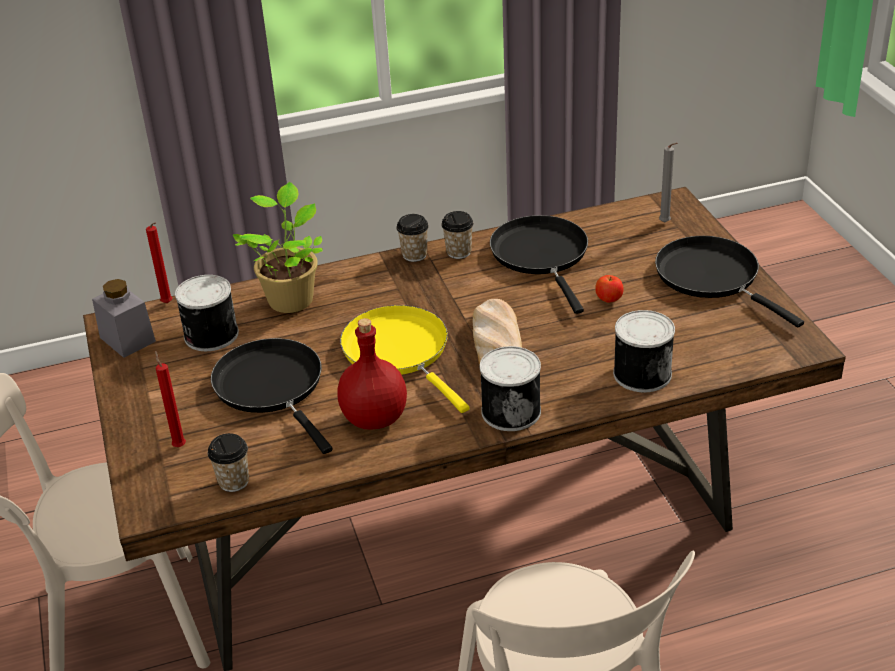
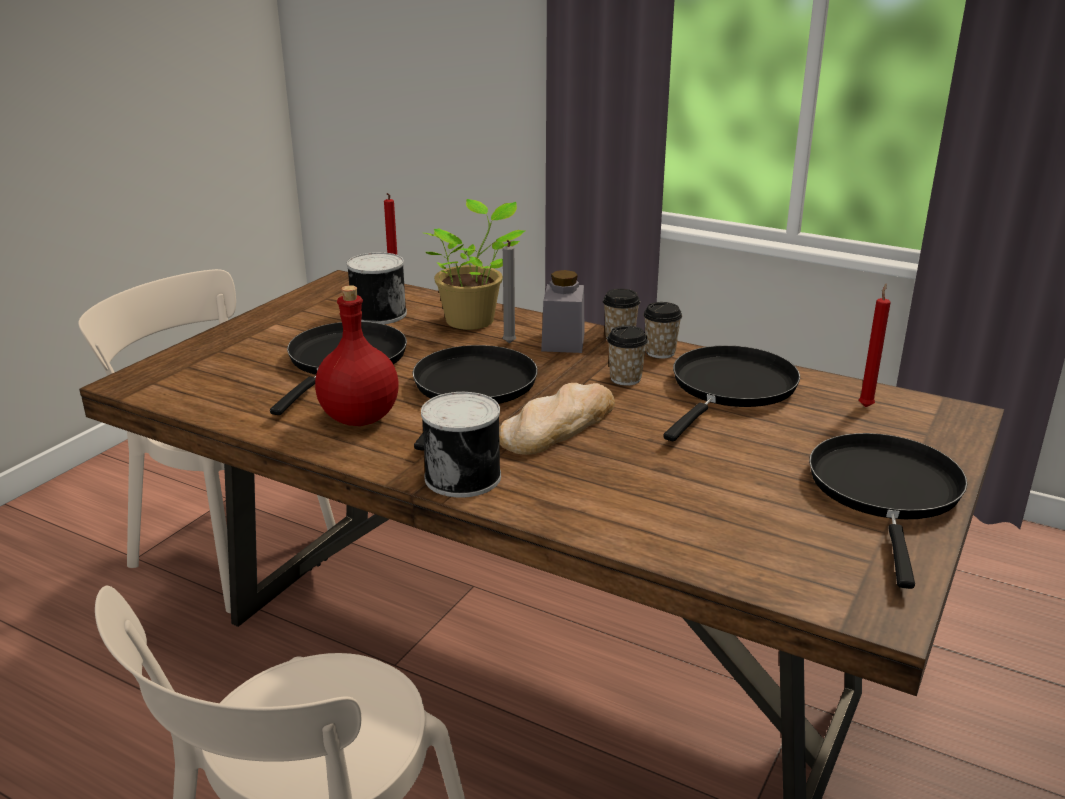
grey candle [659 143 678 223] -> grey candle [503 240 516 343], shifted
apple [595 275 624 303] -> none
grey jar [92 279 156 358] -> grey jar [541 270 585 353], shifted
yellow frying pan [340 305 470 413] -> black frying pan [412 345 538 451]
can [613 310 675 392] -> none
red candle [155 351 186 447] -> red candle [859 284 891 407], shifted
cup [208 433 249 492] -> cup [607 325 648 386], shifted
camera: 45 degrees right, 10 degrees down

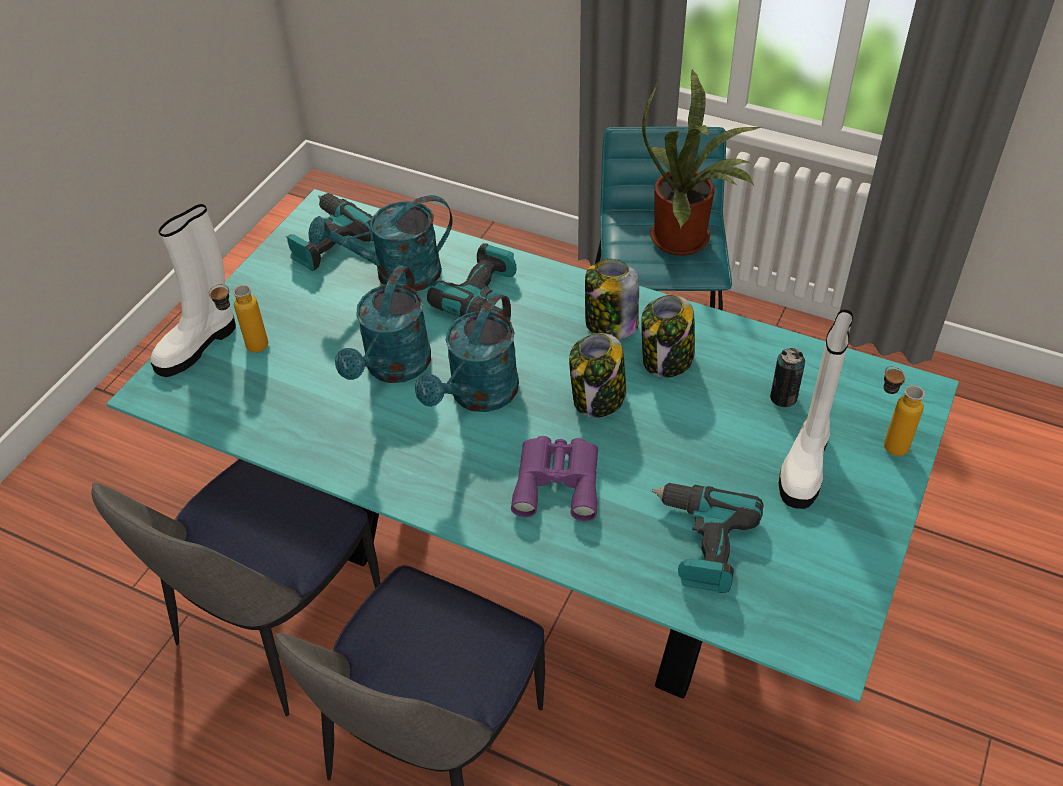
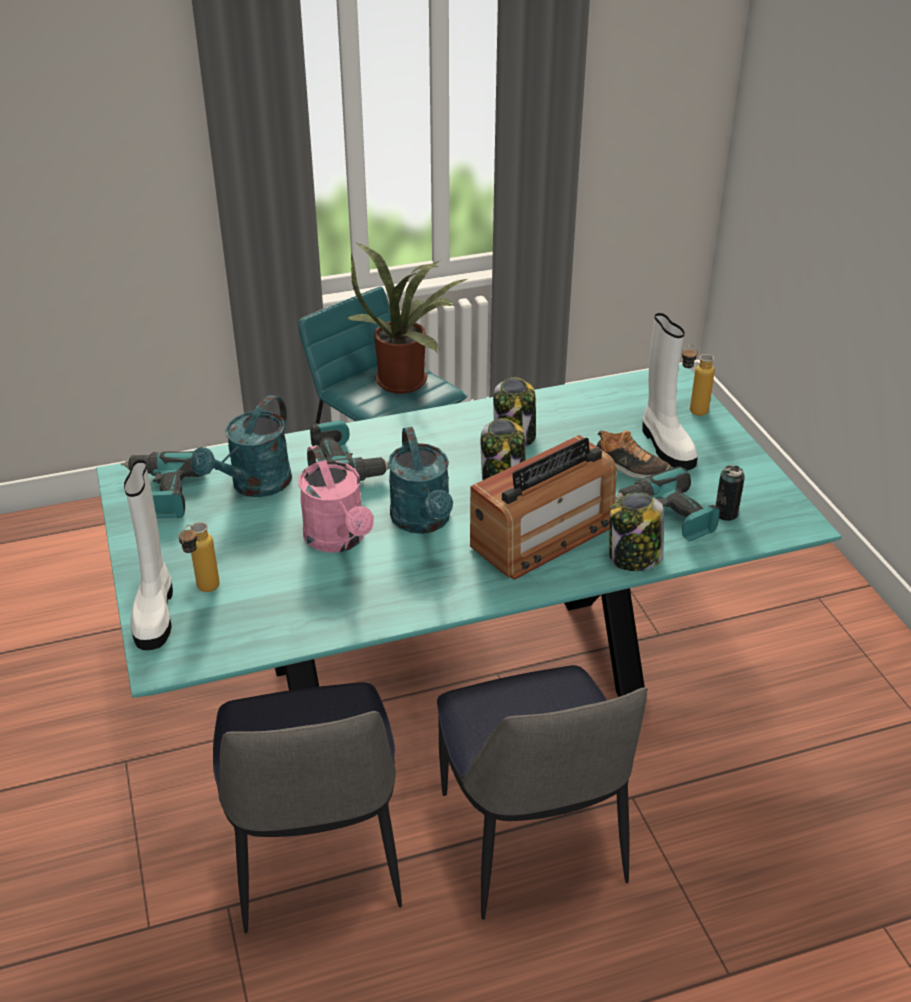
jar [585 259 639 339] -> jar [609 492 664 571], shifted
turquoise watering can [335 265 431 383] -> pink watering can [298 445 374 553]
can [770 348 805 407] -> can [716 465 745 521], shifted
purple binoculars [511 436 598 521] -> radio [470 435 617 580]
none -> shoe [596 430 671 479]
camera: 45 degrees left, 10 degrees down

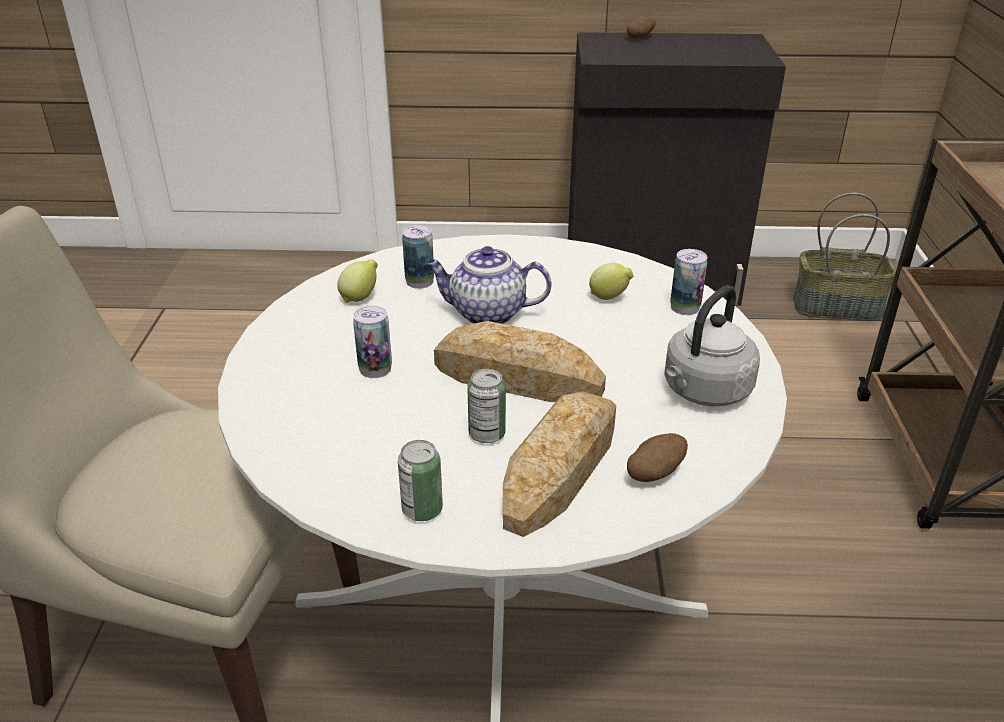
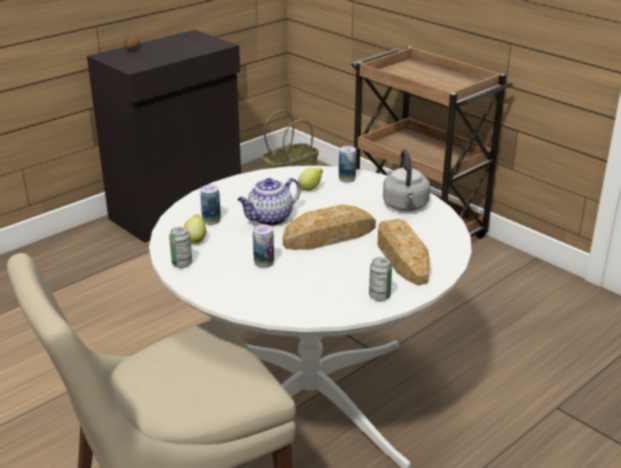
can [467 369 506 443] -> can [169 227 192 268], shifted
potato [627 433 688 482] -> none
camera: 45 degrees left, 5 degrees down

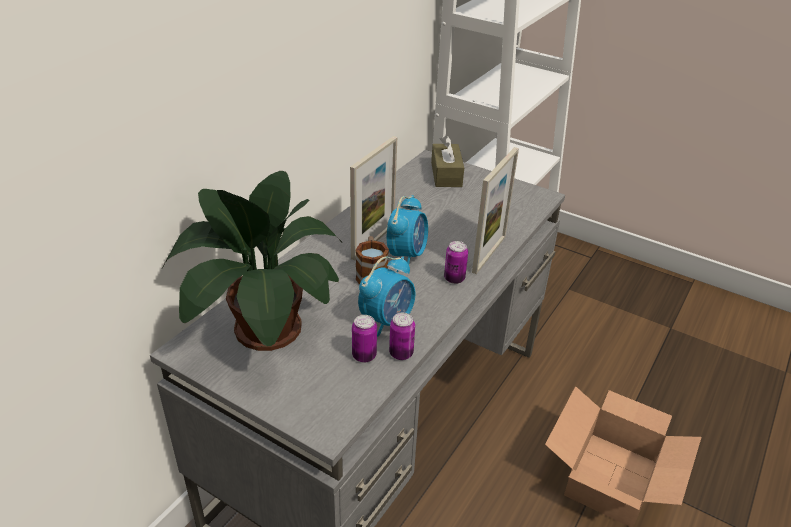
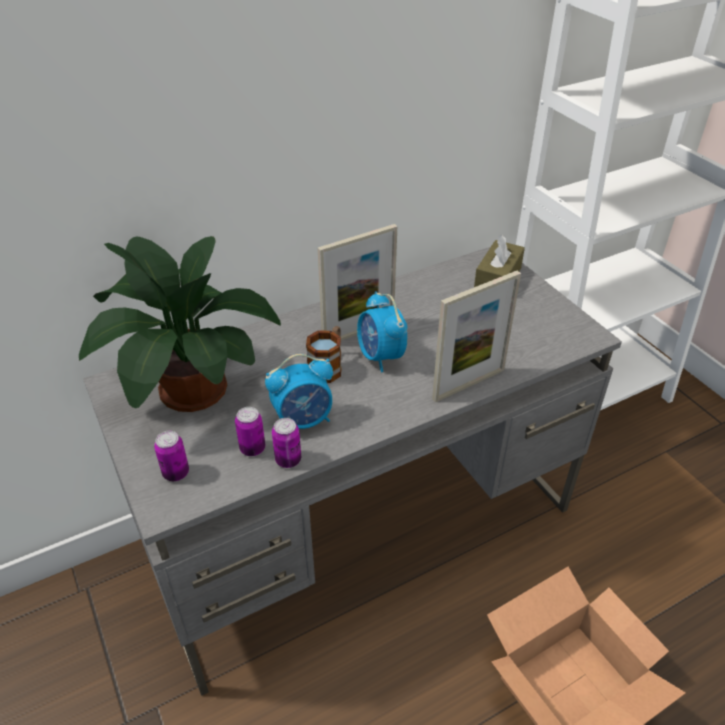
alarm clock [387 195 428 264] -> alarm clock [357 291 407 372], 105 degrees clockwise
can [444 241 468 284] -> can [154 431 189 481], shifted
camera: 30 degrees right, 5 degrees up

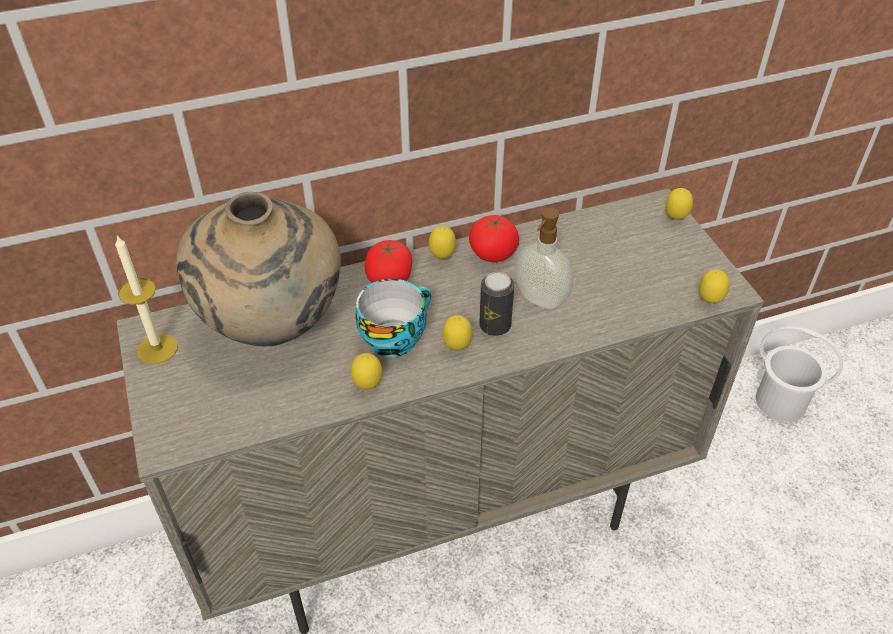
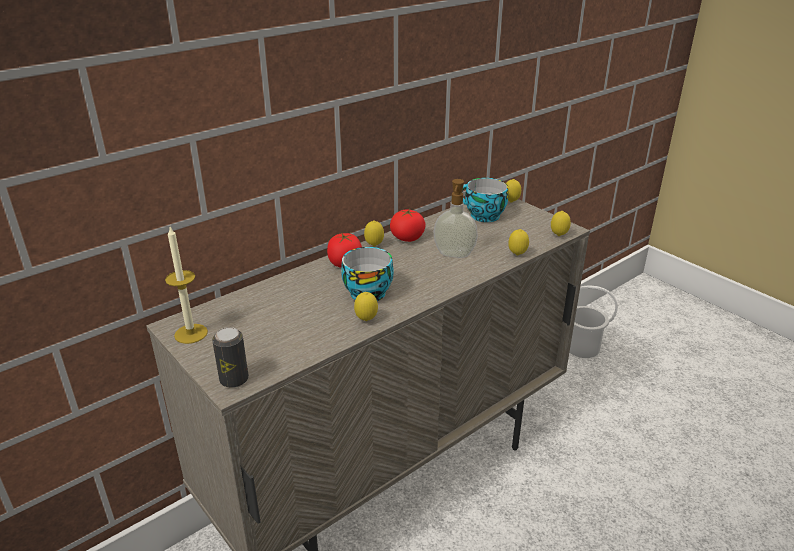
beige vase [176 192 341 346] -> none
can [479 272 514 336] -> can [212 327 249 388], shifted
lemon [442 315 472 350] -> lemon [508 229 529 255], shifted
none -> cup [462 178 508 222]
camera: 20 degrees left, 15 degrees down

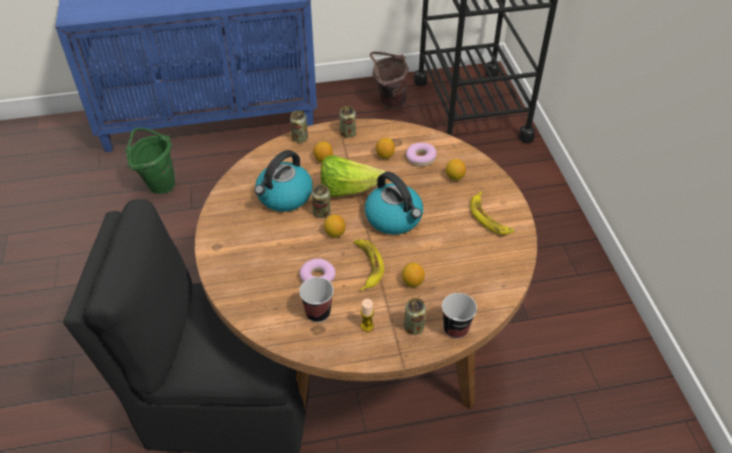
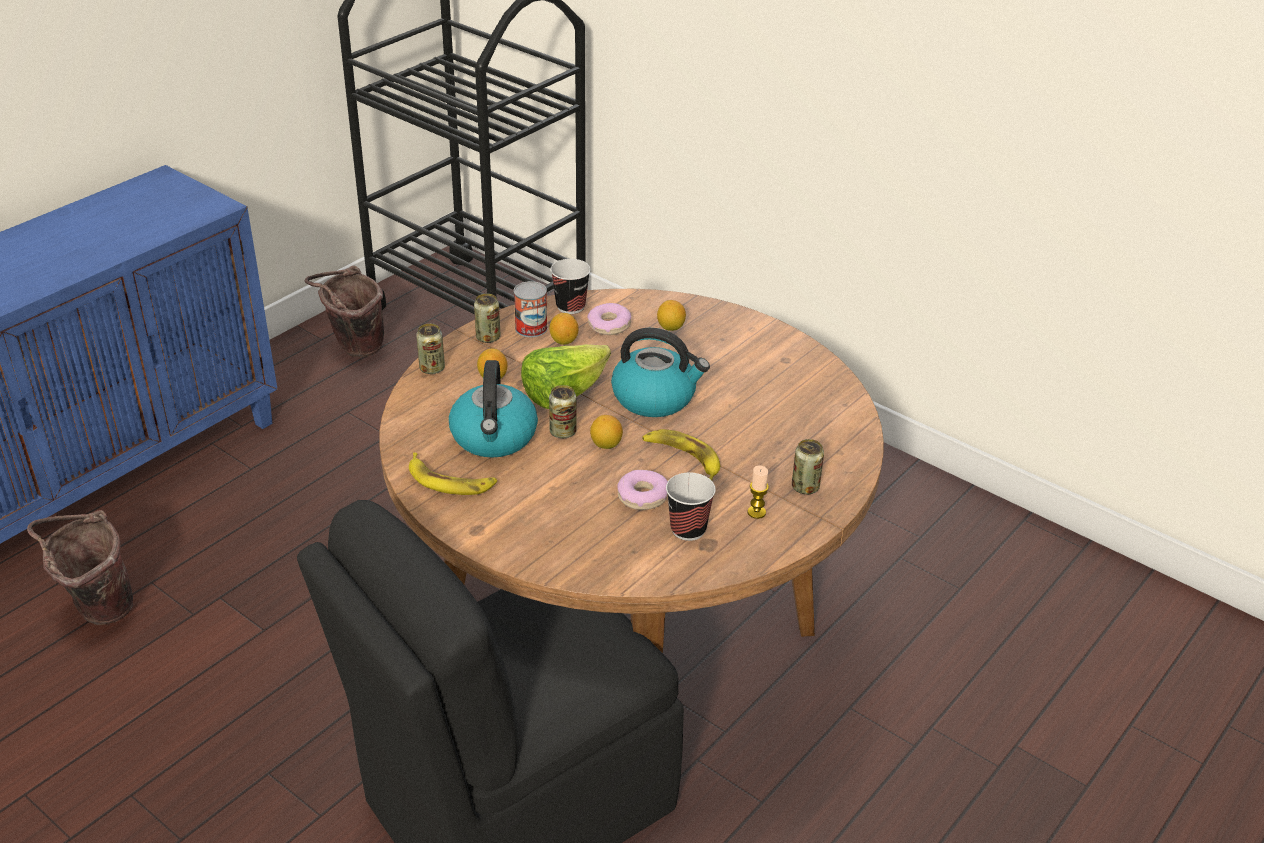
green bucket [125 127 175 194] -> brown bucket [27 510 133 625]
banana [470 191 514 235] -> banana [409 453 497 495], shifted
lemon [402 263 425 287] -> none
cup [442 293 477 339] -> cup [550 259 591 314], shifted
none -> can [514 281 548 337]
camera: 40 degrees left, 10 degrees down

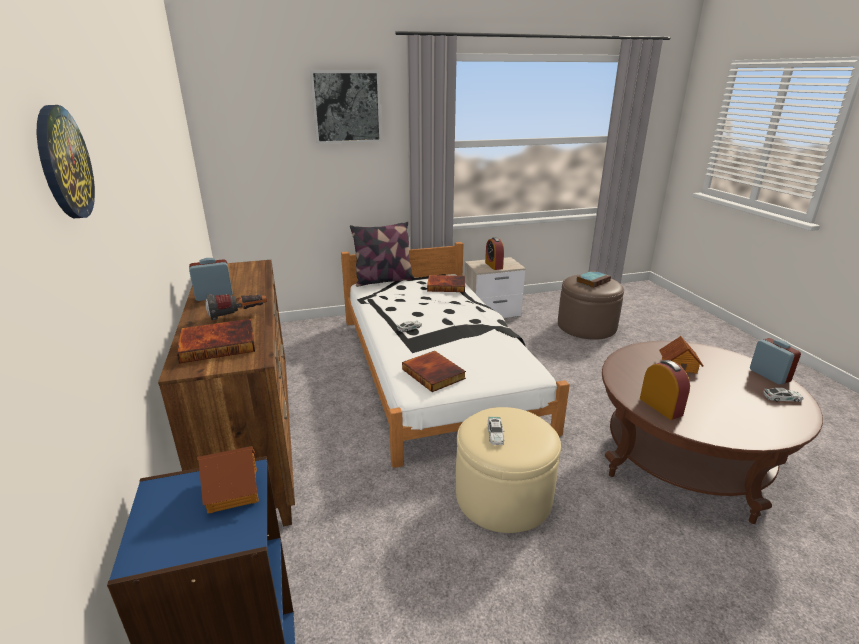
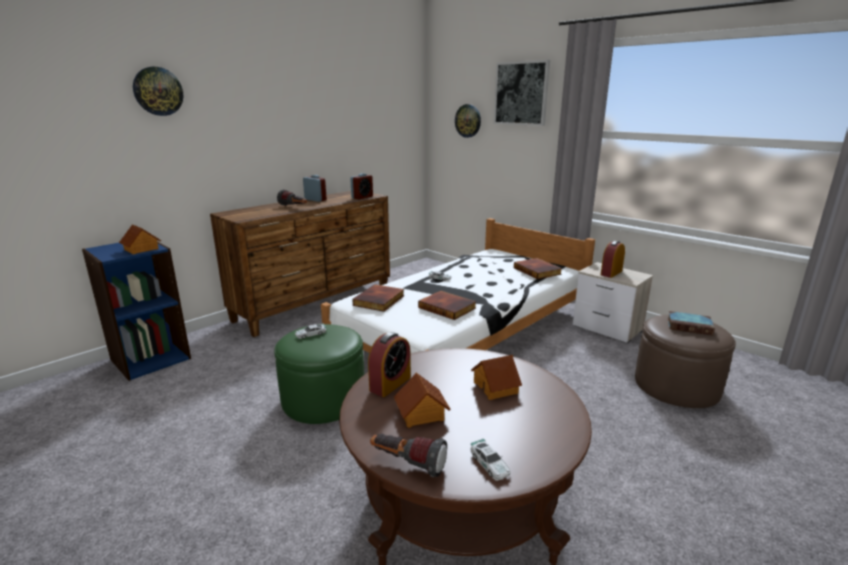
pillow [350 222 415 287] -> none
book [177 319 255 363] -> book [418 291 476 320], shifted
alarm clock [750 338 801 385] -> alarm clock [350 173 373 199], shifted
beige ottoman [456 407 561 533] -> green ottoman [274 324 364 424]
none -> wall clock [455 104 481 138]
none -> toy house [394 373 450 428]
none -> flashlight [370 434 447 477]
camera: 60 degrees right, 5 degrees down

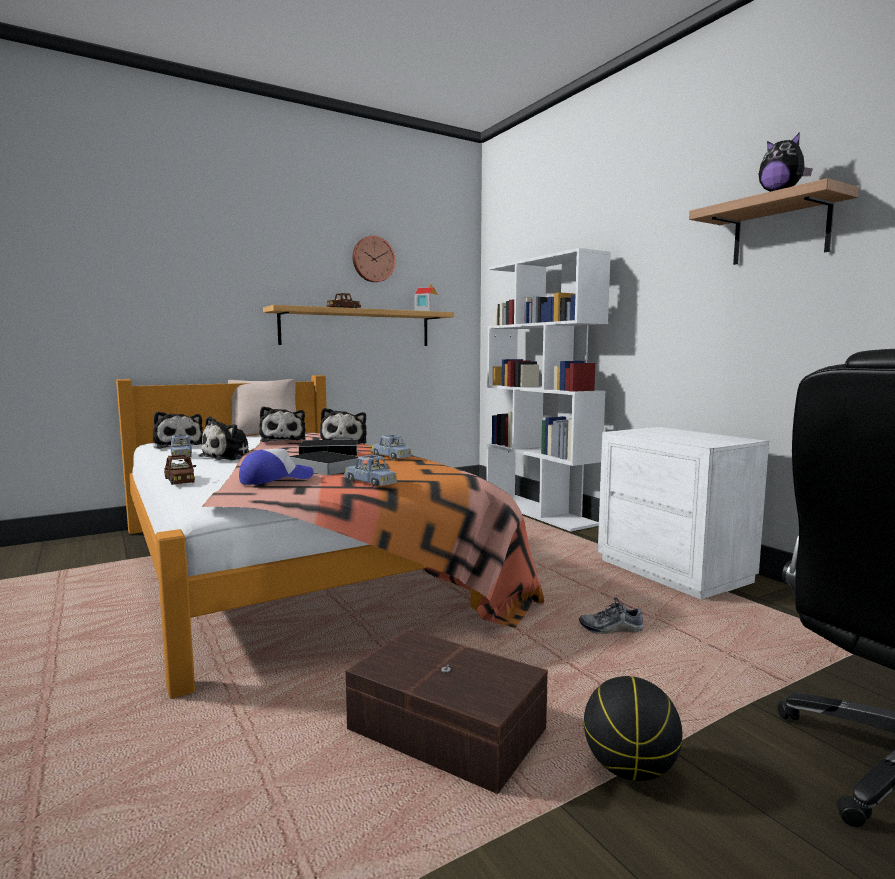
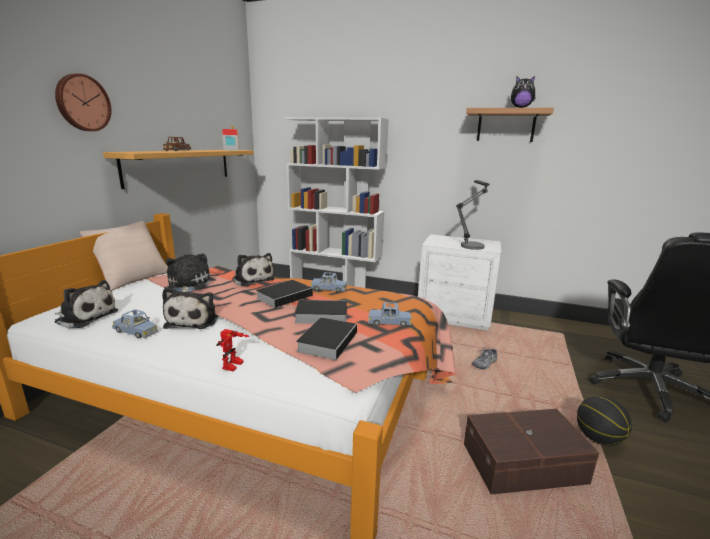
wall clock [353 236 395 282] -> wall clock [55 73 112 131], shifted
plush toy [259 406 305 442] -> plush toy [166 253 210 292], 135 degrees counterclockwise
cap [239 449 313 485] -> book [296 317 357 360]
brown toy car [164 454 196 485] -> toy robot [216 329 250 371]
none -> table lamp [456 180 489 250]
camera: 40 degrees left, 10 degrees up

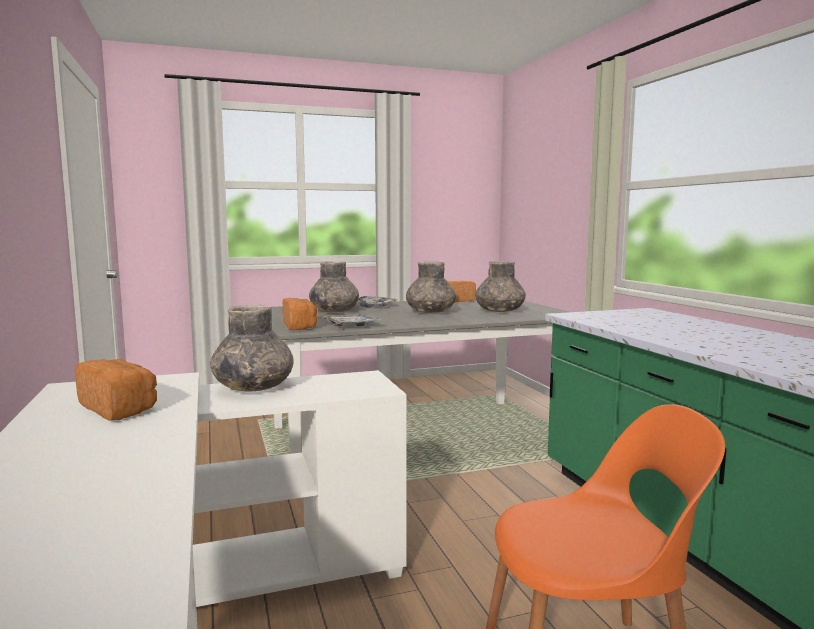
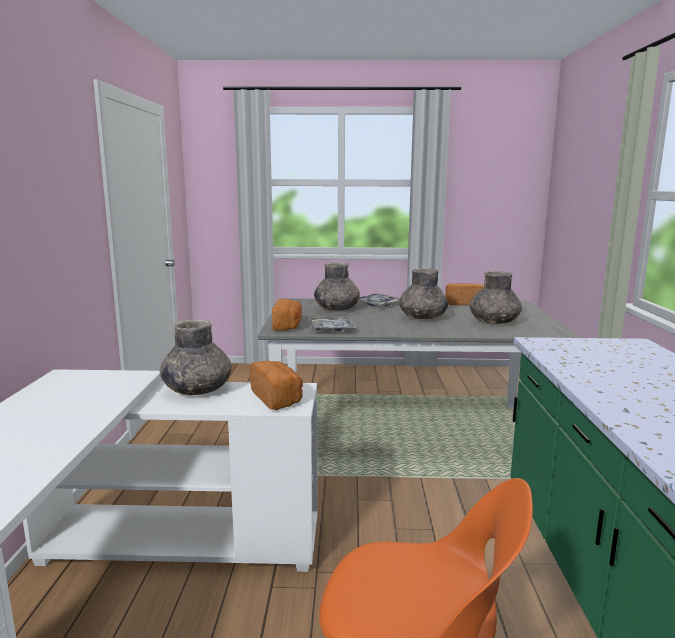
bread [75 359 157 421] -> bread [250 361 303 410], shifted
camera: 20 degrees right, 5 degrees up

